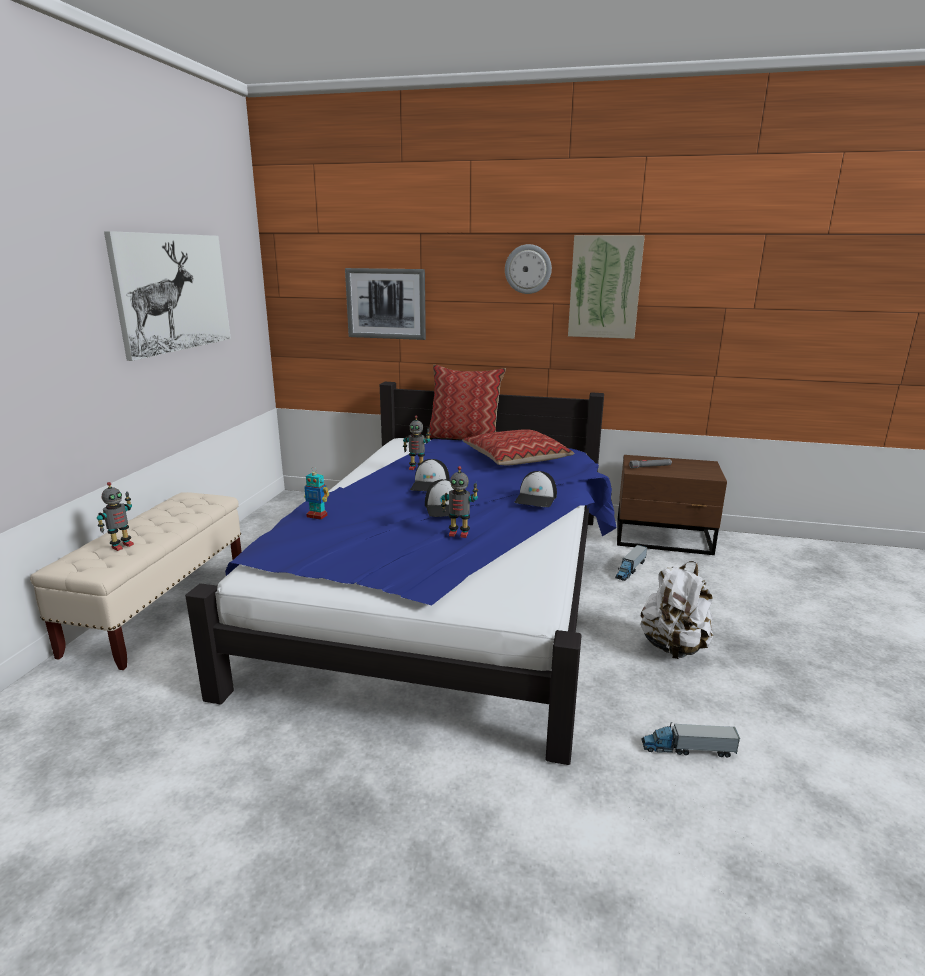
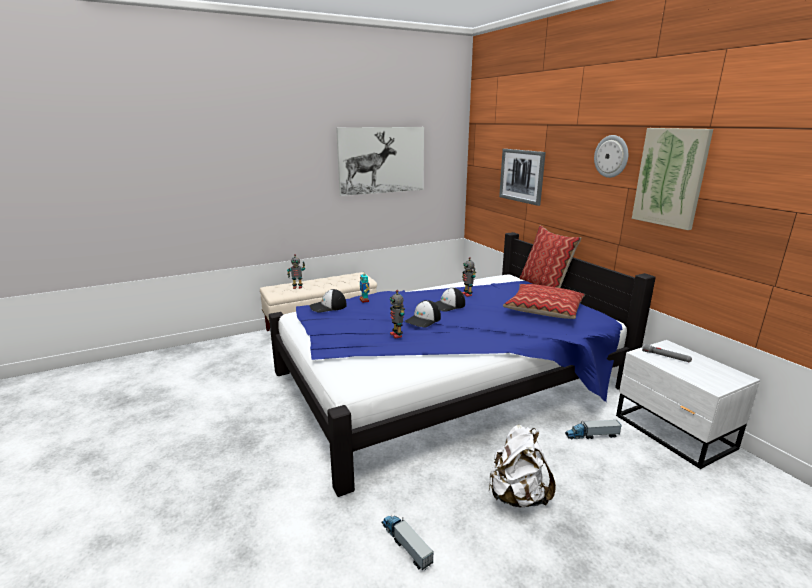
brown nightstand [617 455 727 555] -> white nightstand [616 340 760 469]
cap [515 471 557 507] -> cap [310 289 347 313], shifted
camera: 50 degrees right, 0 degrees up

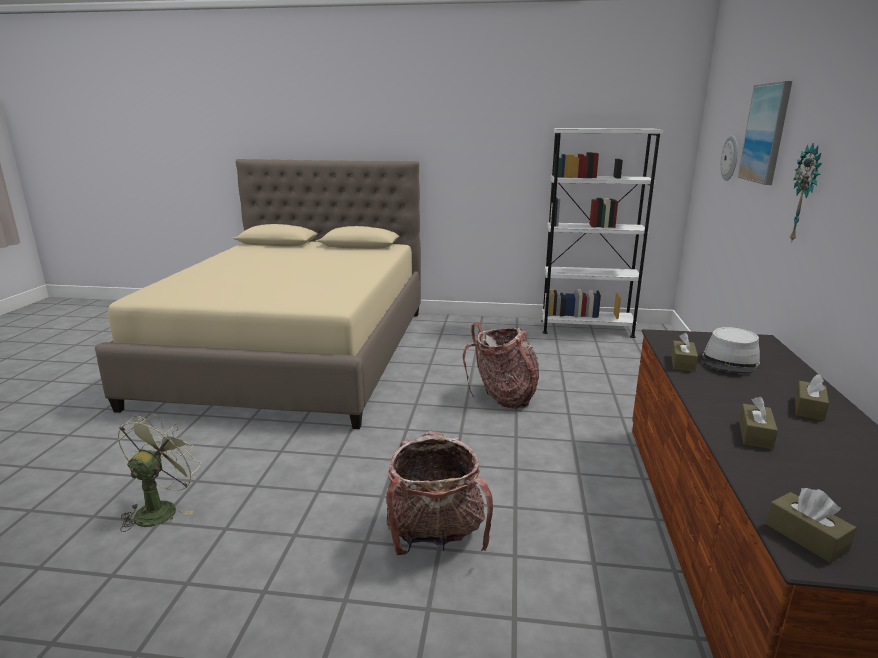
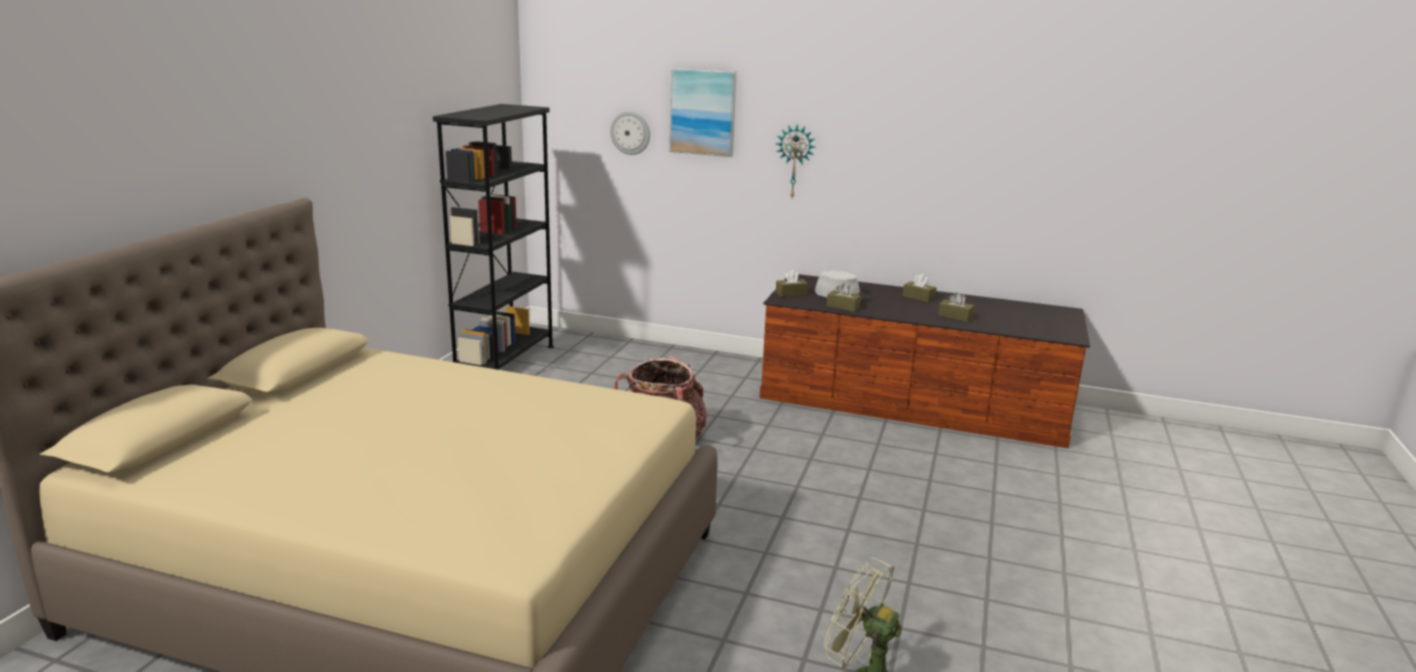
white bookcase [541 128 663 338] -> black bookcase [433 104 554 370]
backpack [386 430 493 555] -> none
brown tissue box [766 488 857 563] -> brown tissue box [776 270 809 297], shifted
camera: 80 degrees left, 0 degrees up

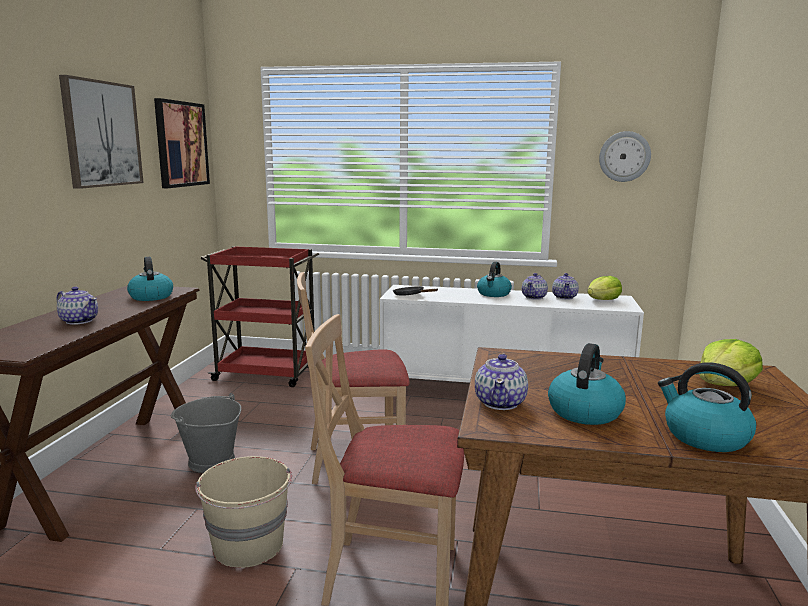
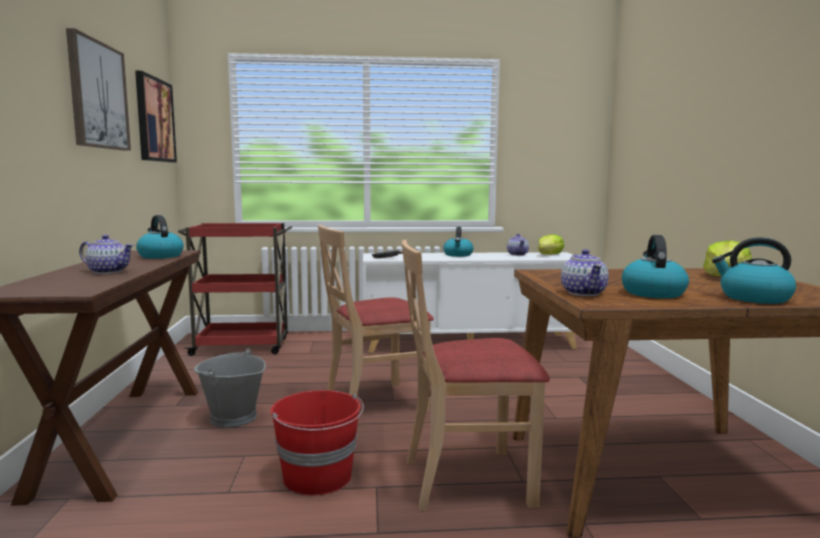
wall clock [599 131 651 182] -> none
teapot [522 273 548 300] -> none
beige bucket [195 456 292 568] -> red bucket [271 390 364 495]
camera: 15 degrees left, 5 degrees down

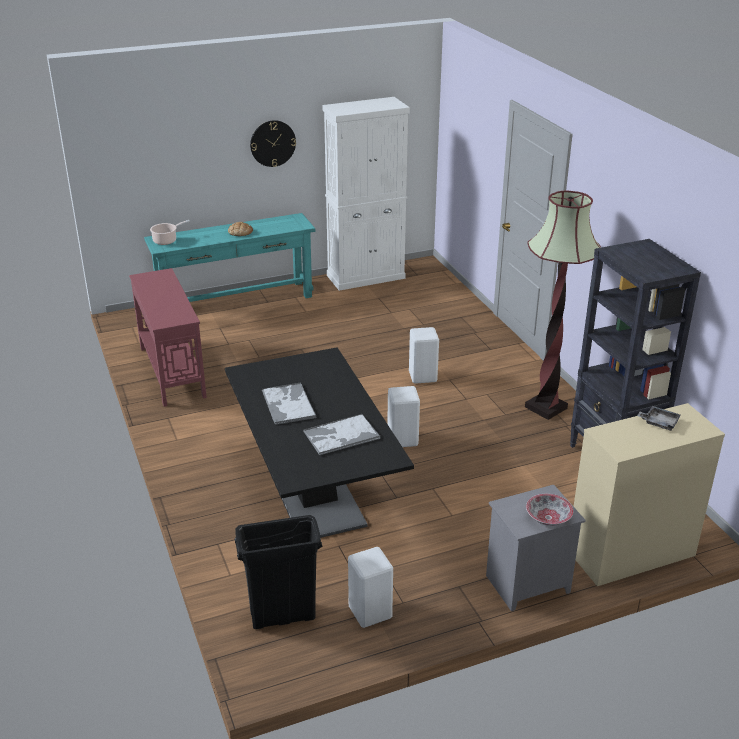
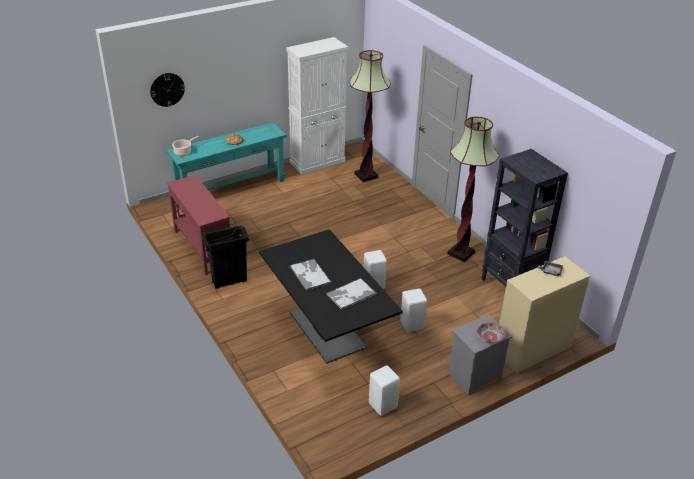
wall clock [250 120 296 167] -> wall clock [150 73 185 107], shifted
white stool [409 327 439 384] -> white stool [400 289 427 332], shifted
black trash can [234 515 322 629] -> black trash can [203 225 249 288], shifted
none -> floor lamp [350 50 391 182]
camera: 10 degrees left, 5 degrees up

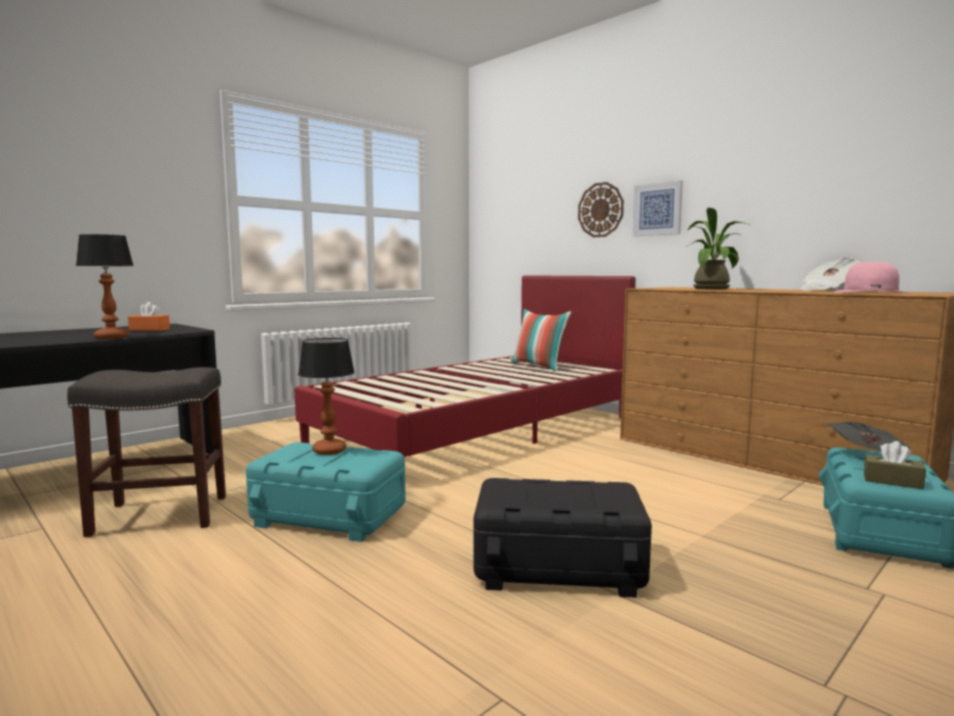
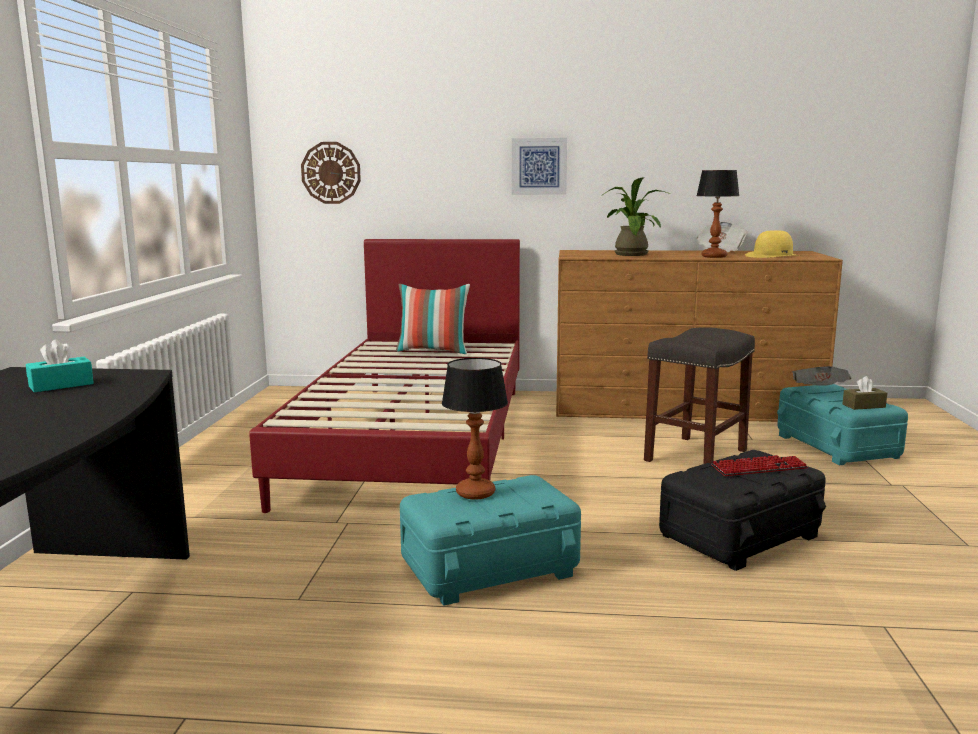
wall clock [578 182 624 237] -> wall clock [301 142 361 204], shifted
table lamp [76 234 133 339] -> table lamp [697 170 739 258], shifted
pink hat [834 262 908 293] -> yellow hat [745 230 801 258]
orange tissue box [128 302 170 331] -> turquoise tissue box [26 340 94 392]
grey stool [67 367 226 537] -> grey stool [644 327 755 464], shifted
none -> keyboard [711 455 808 476]
camera: 40 degrees left, 5 degrees up

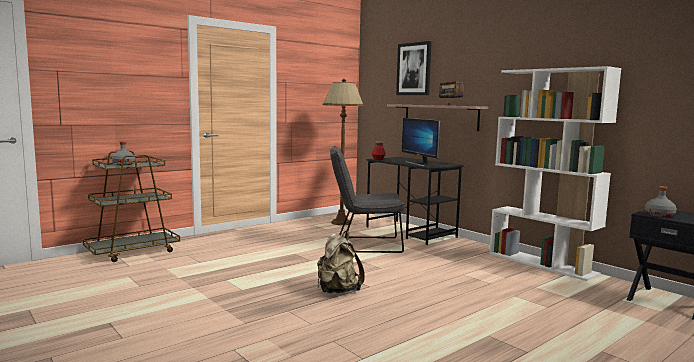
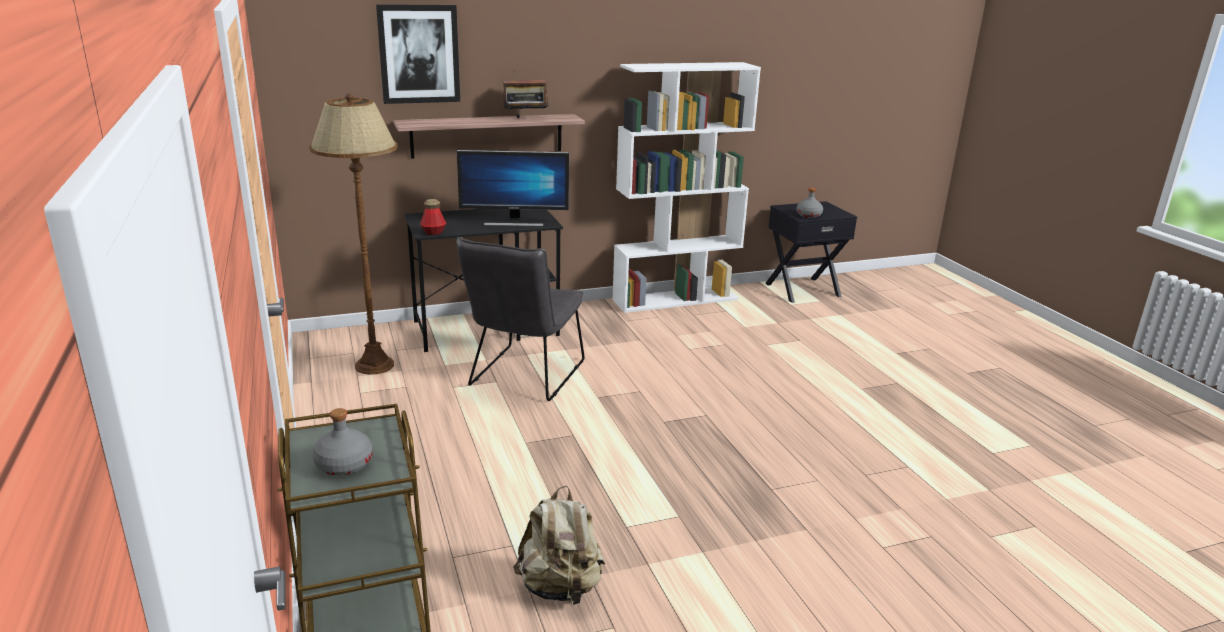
beige backpack [317 231 365 293] -> beige backpack [513 486 605 605], shifted
camera: 70 degrees left, 15 degrees up

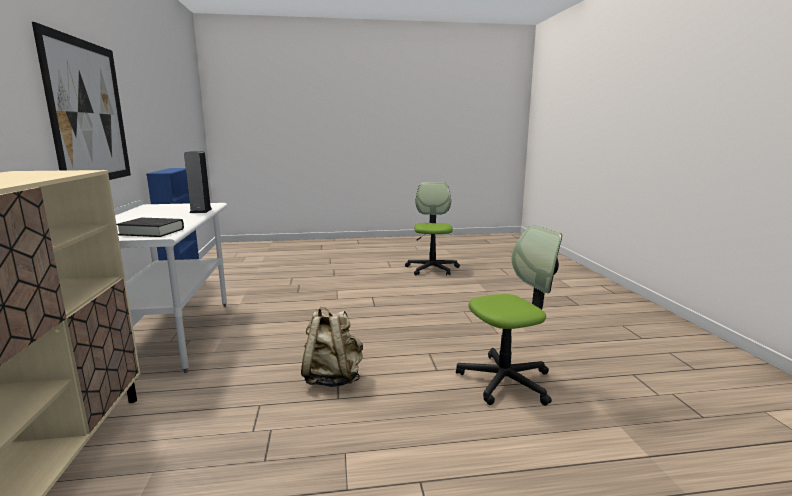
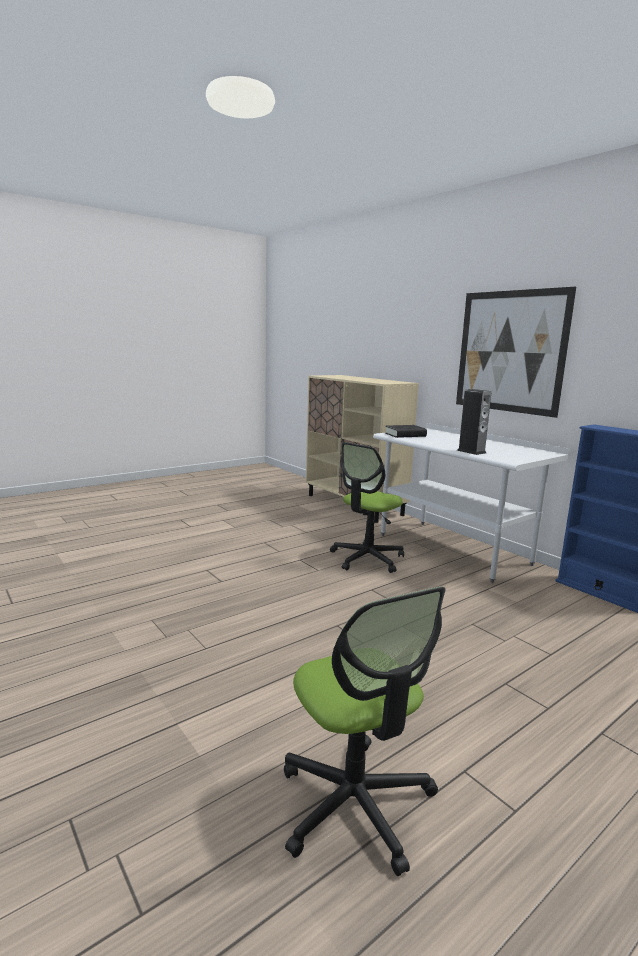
office chair [456 225 562 406] -> office chair [330 442 404 573], shifted
beige backpack [301 307 363 387] -> none
camera: 150 degrees right, 0 degrees up

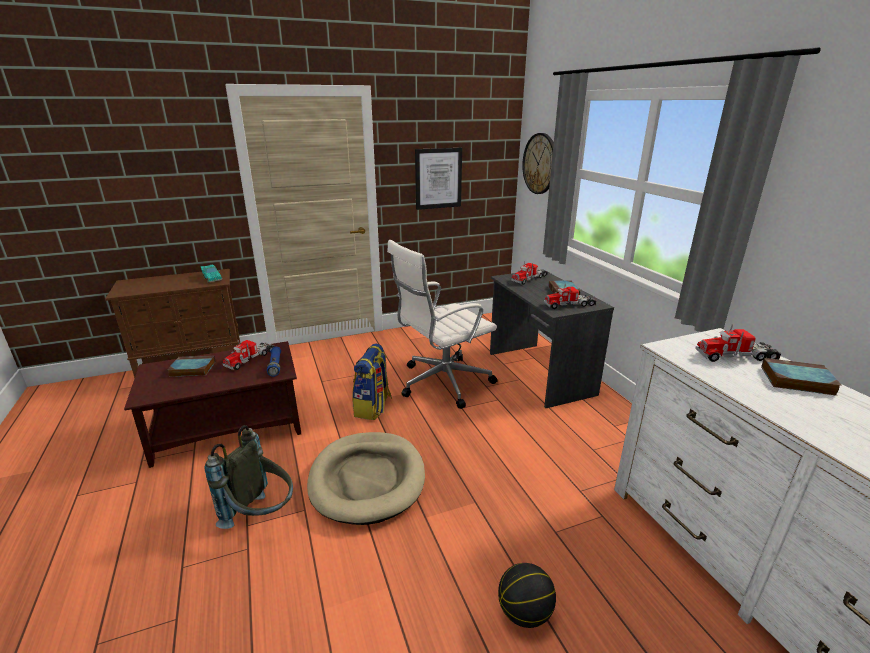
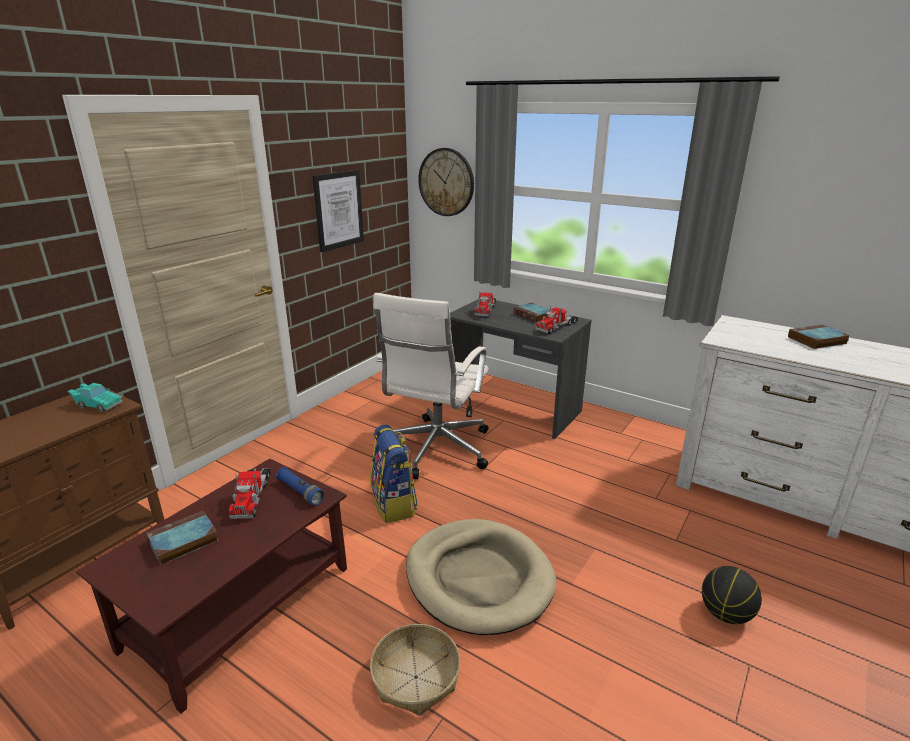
toy truck [696 324 782 362] -> none
grey backpack [204 425 293 529] -> basket [370 624 460 716]
camera: 35 degrees left, 0 degrees up

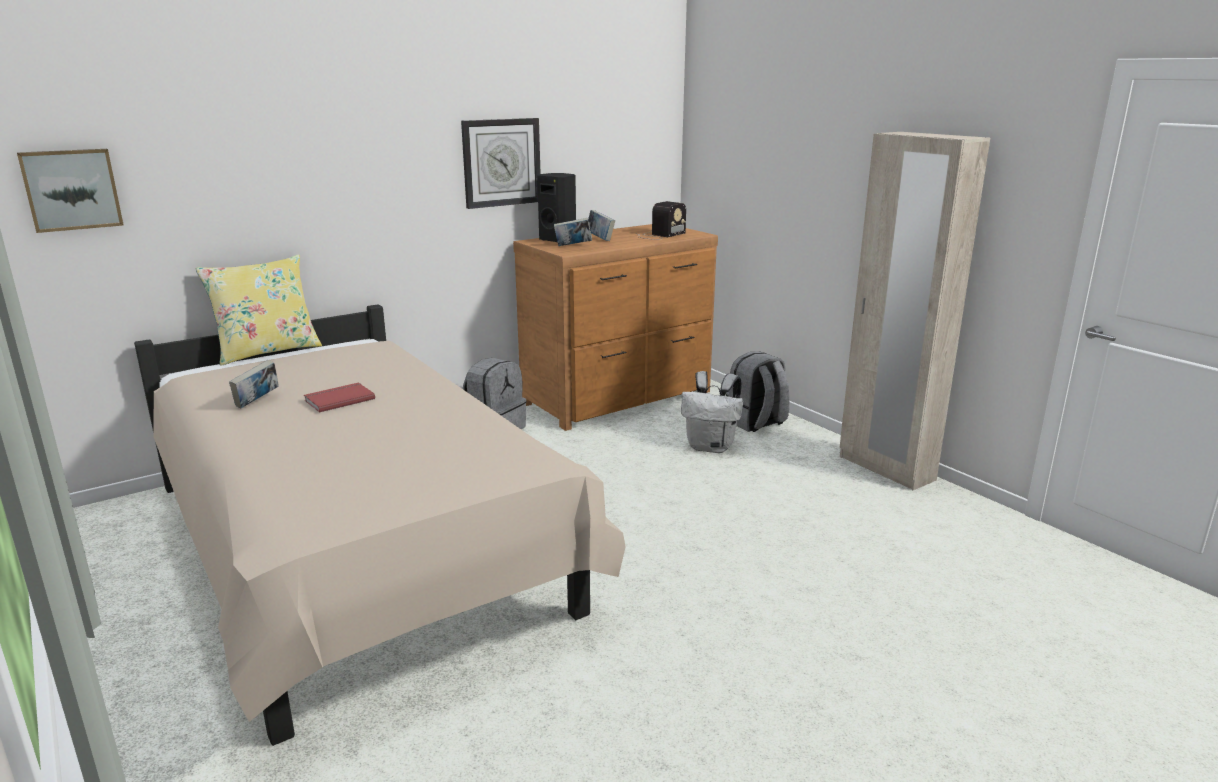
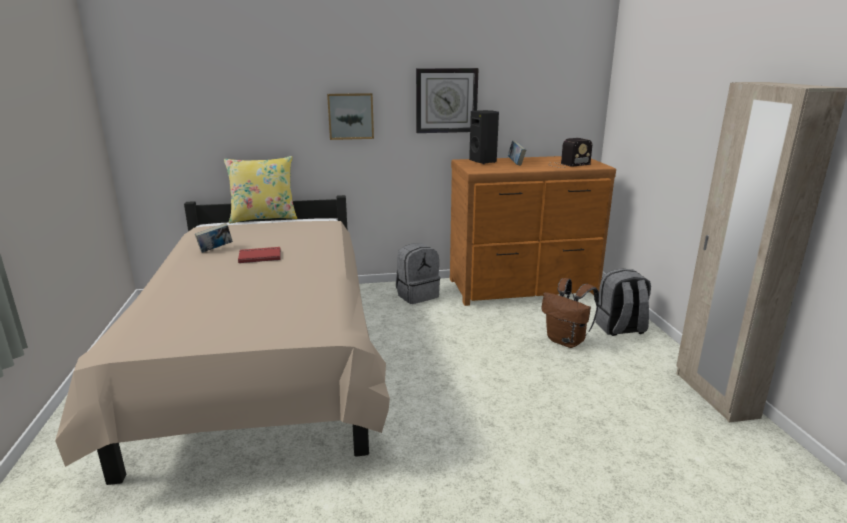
picture [17 149 124 233] -> picture [327 93 374 140], shifted
book [554 218 592 246] -> none
white backpack [681 371 743 453] -> brown backpack [542 278 599 348]
camera: 25 degrees right, 0 degrees up

